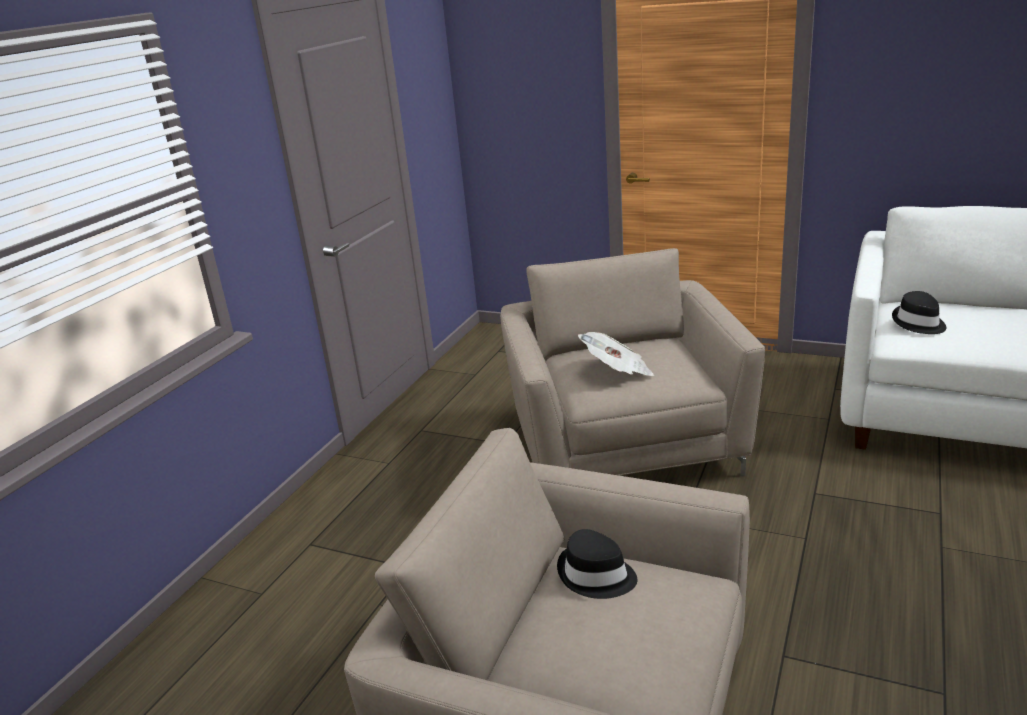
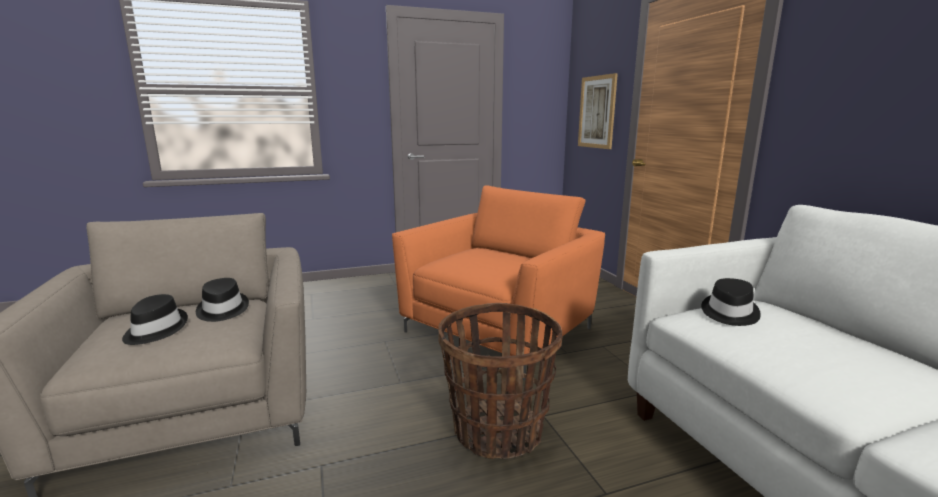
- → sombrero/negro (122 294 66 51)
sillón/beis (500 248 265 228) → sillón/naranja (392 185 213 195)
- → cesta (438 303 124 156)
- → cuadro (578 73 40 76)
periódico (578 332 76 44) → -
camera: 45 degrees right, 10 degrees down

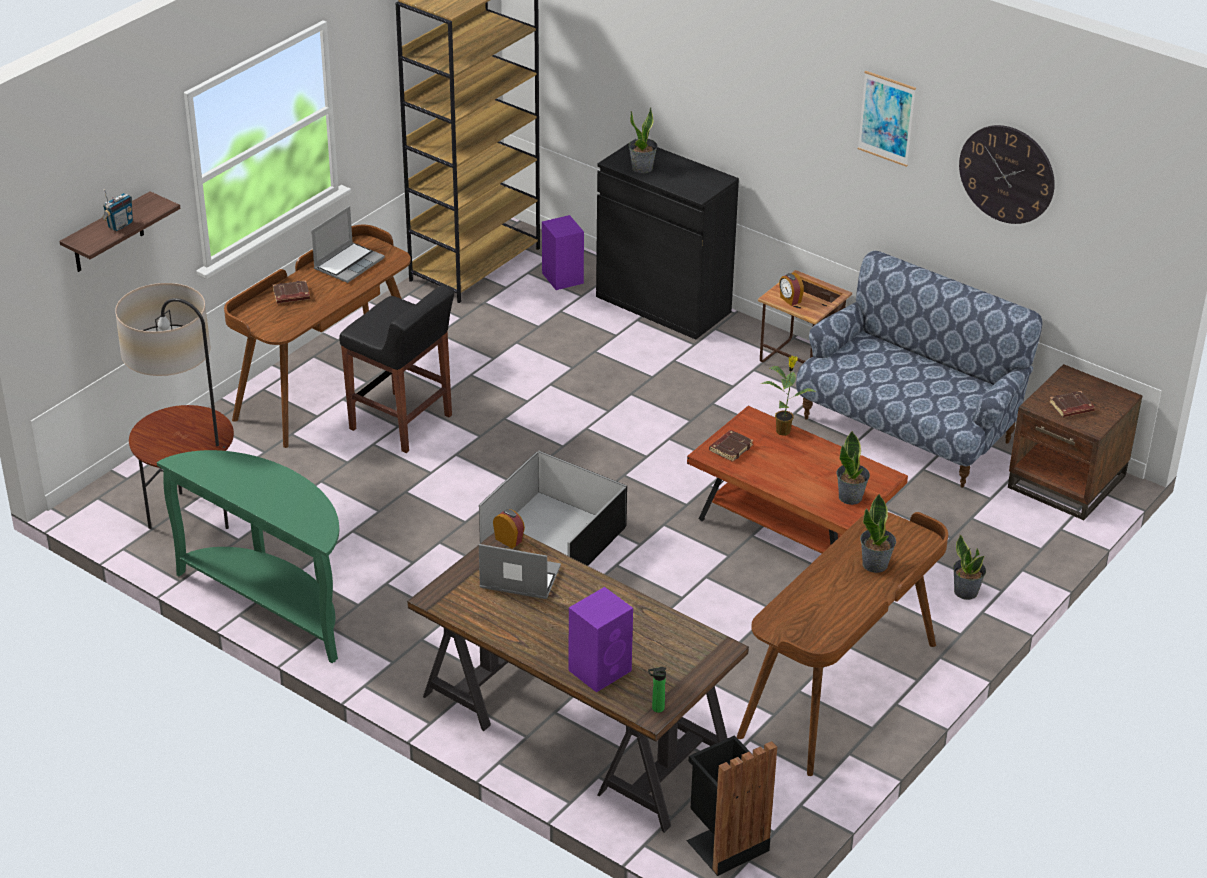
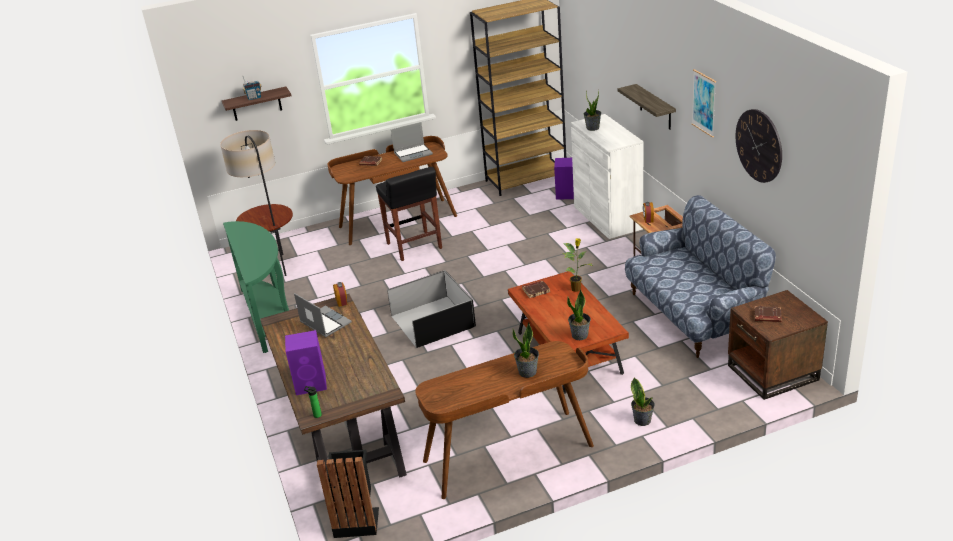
armario/negro (596 143 143 197) → armario/blanco (571 114 72 125)
- → estante (618 84 58 46)
camera: 35 degrees right, 5 degrees down

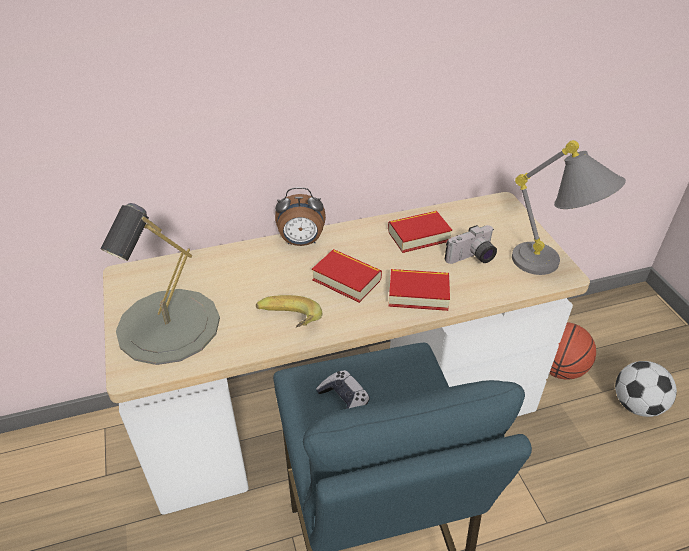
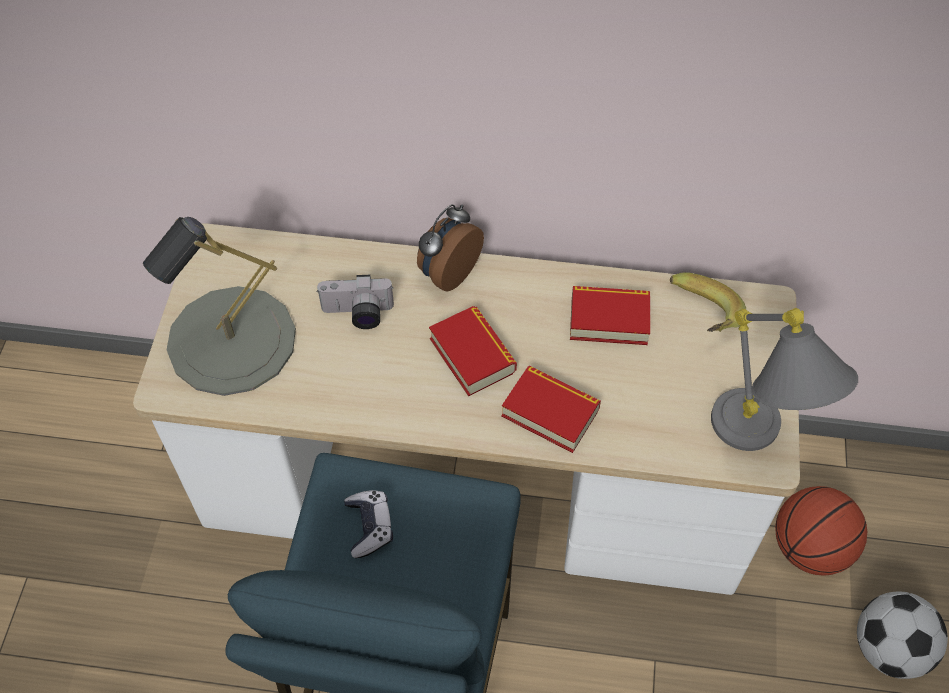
cámara (445 225 52 39) → cámara (316 275 78 54), moved
despertador (275 187 51 59) → despertador (417 204 67 88), 105 degrees clockwise
plátano (256 295 66 32) → plátano (670 272 76 60), moved
camera: 25 degrees right, 15 degrees up

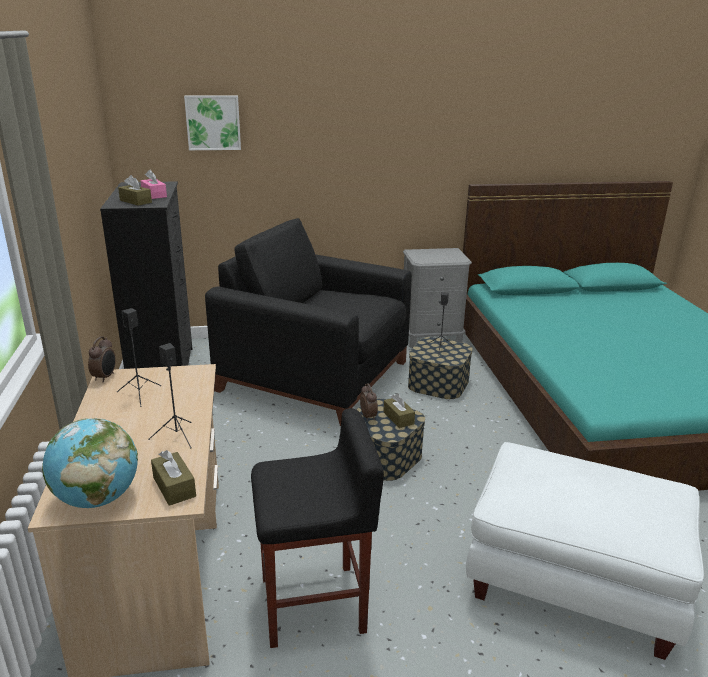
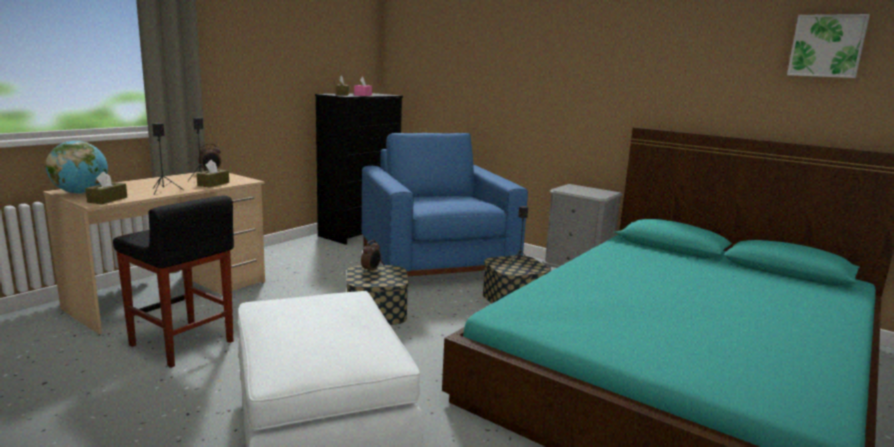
caja de pañuelos/marrón (383 394 32 34) → caja de pañuelos/marrón (196 160 33 28), moved
sillón/negro (205 218 207 208) → sillón/azul (362 133 166 143)
cuadro (184 95 57 55) → cuadro (787 14 83 64), moved
camera: 45 degrees right, 10 degrees down

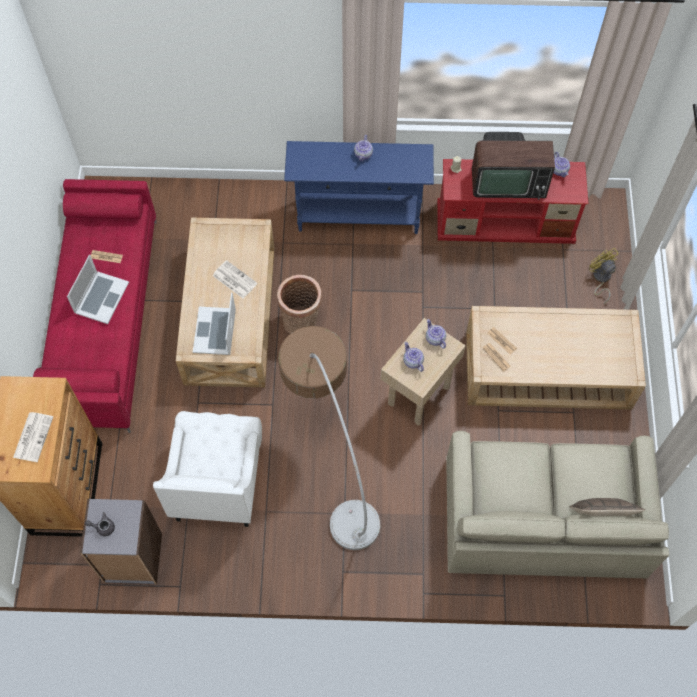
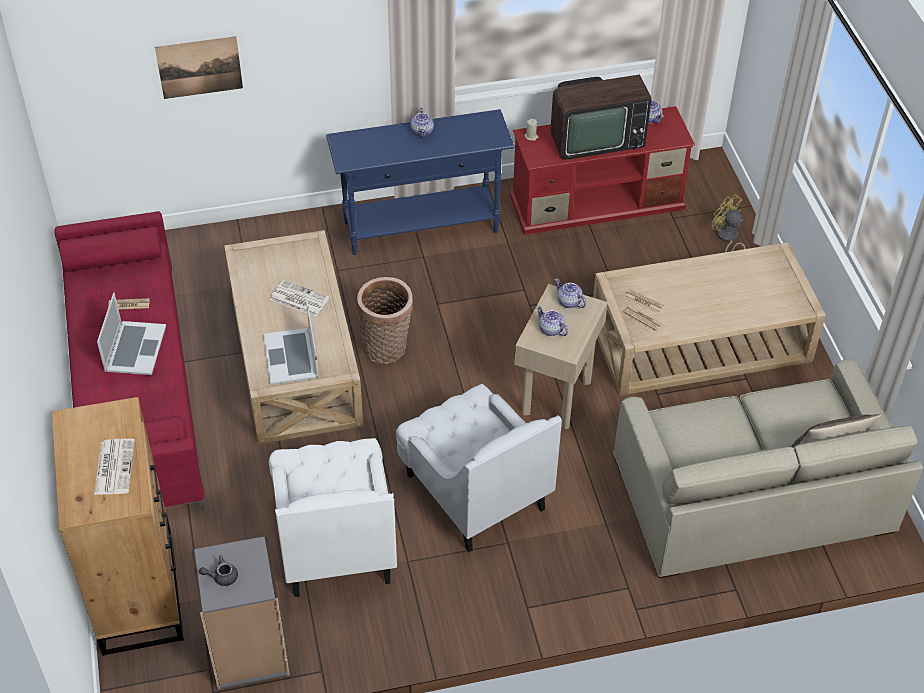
- → cuadro (155 36 88 63)
lámpara de pie (278 326 103 224) → sillón/blanco (396 384 166 168)
camera: 15 degrees left, 15 degrees down

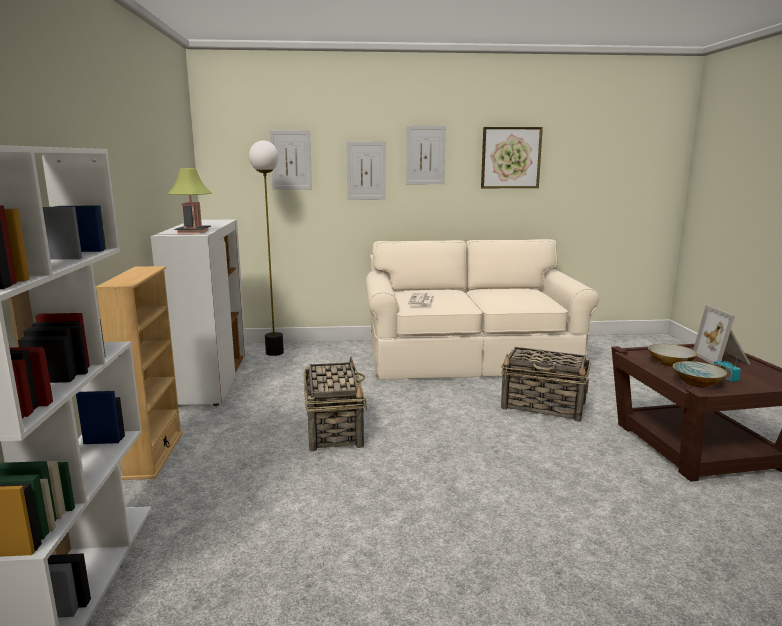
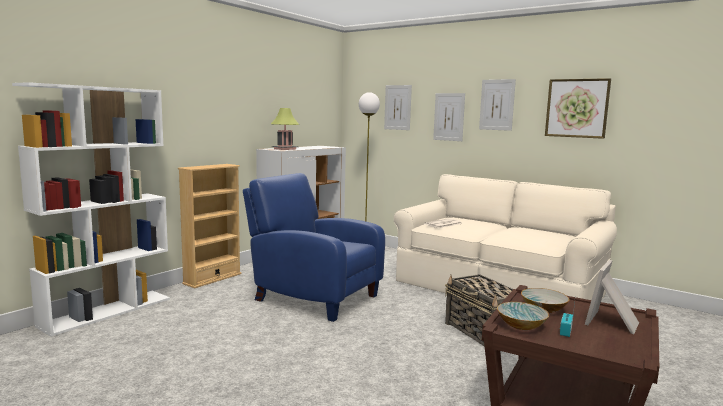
cesta (304 356 63 96) → sillón/azul (243 173 142 149)
camera: 40 degrees right, 5 degrees down

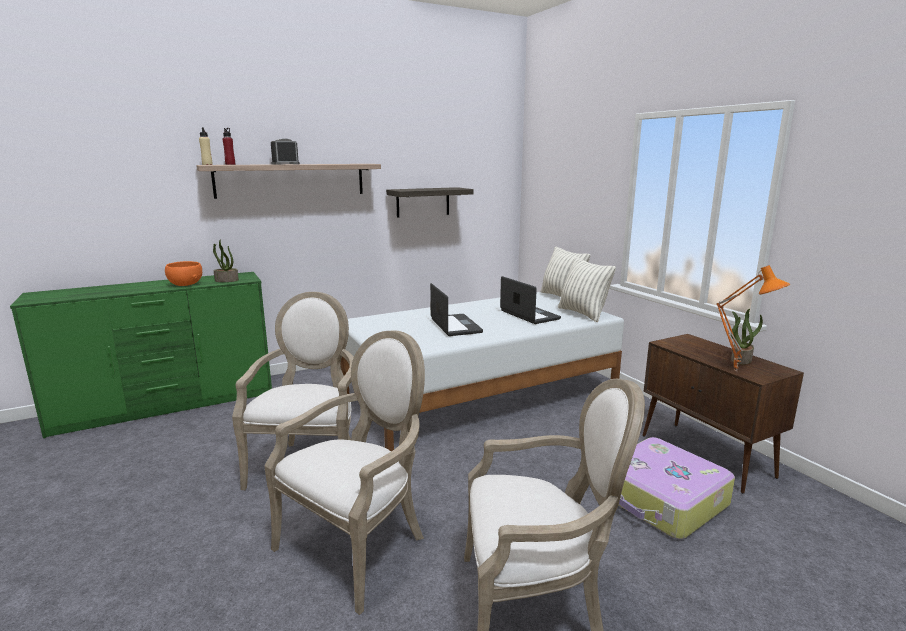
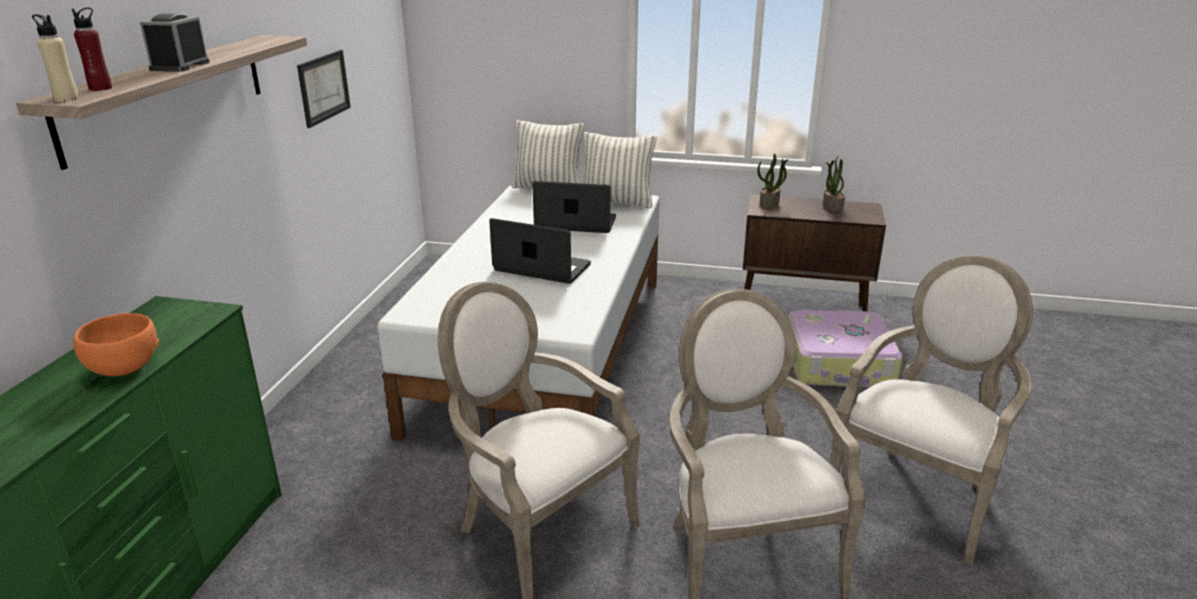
estante (386 187 88 31) → cuadro (297 50 54 78)
planta en maceta (213 239 26 43) → planta en maceta (757 153 32 55), moved
lámpara de mesa/naranja (716 265 74 107) → -
camera: 50 degrees left, 10 degrees up

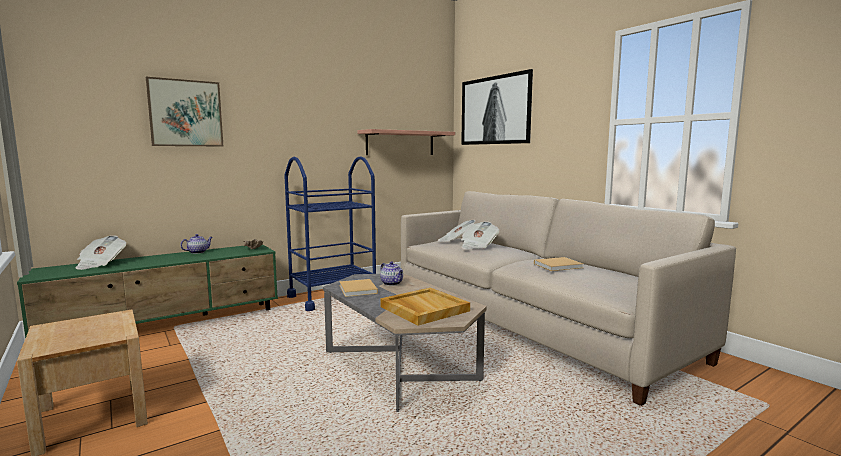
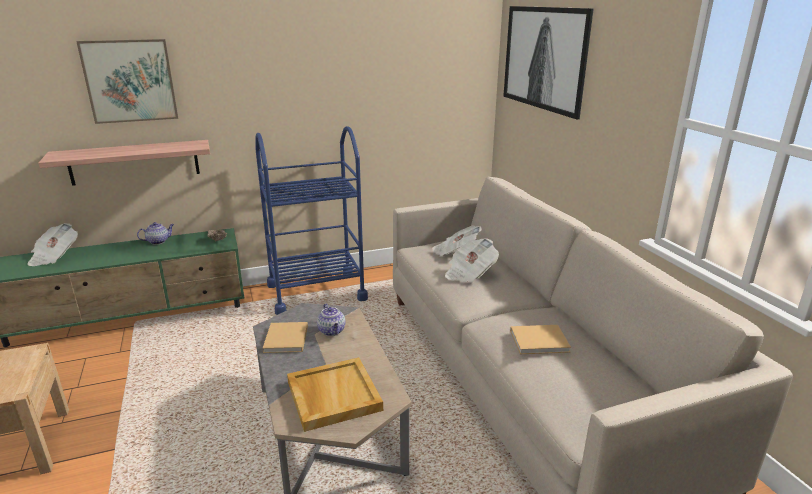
estante (357 129 98 26) → estante (38 140 172 46), moved
camera: 15 degrees right, 15 degrees up

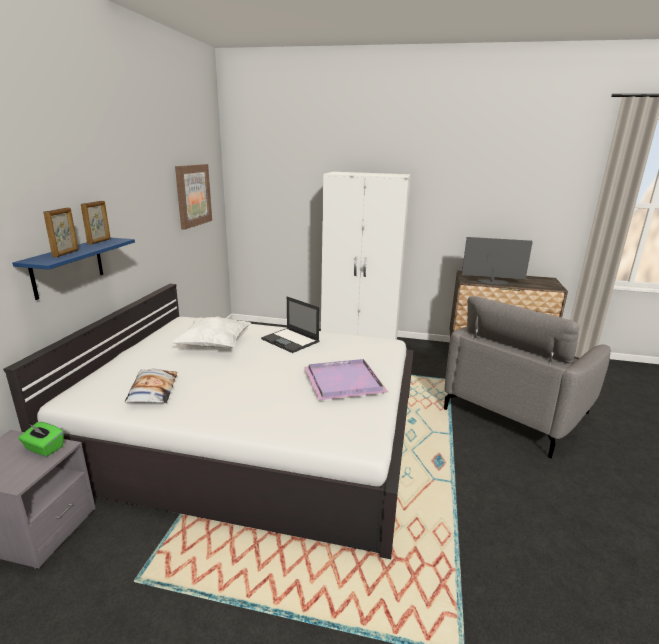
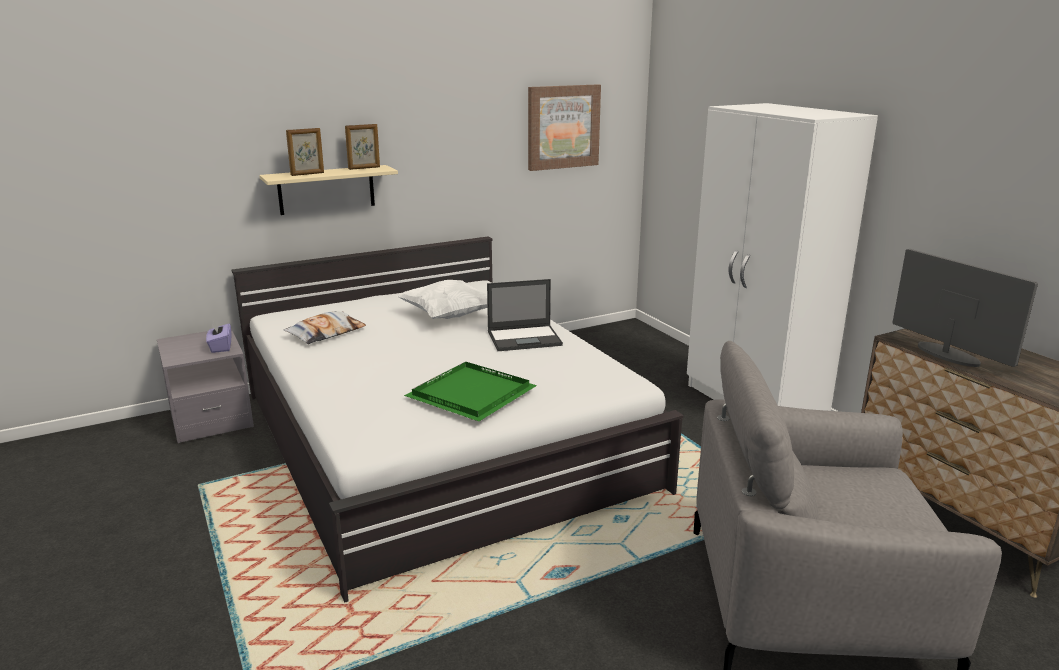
caja de pañuelos/verde (18 422 46 35) → caja de pañuelos/morado (206 320 25 33)
estante/azul (12 238 123 62) → estante/beis (259 165 139 50)
bandeja/morado (304 359 84 41) → bandeja/verde (404 361 133 60)
portátil (261 297 58 56) → portátil (487 279 76 72), 105 degrees counterclockwise
camera: 50 degrees right, 0 degrees up

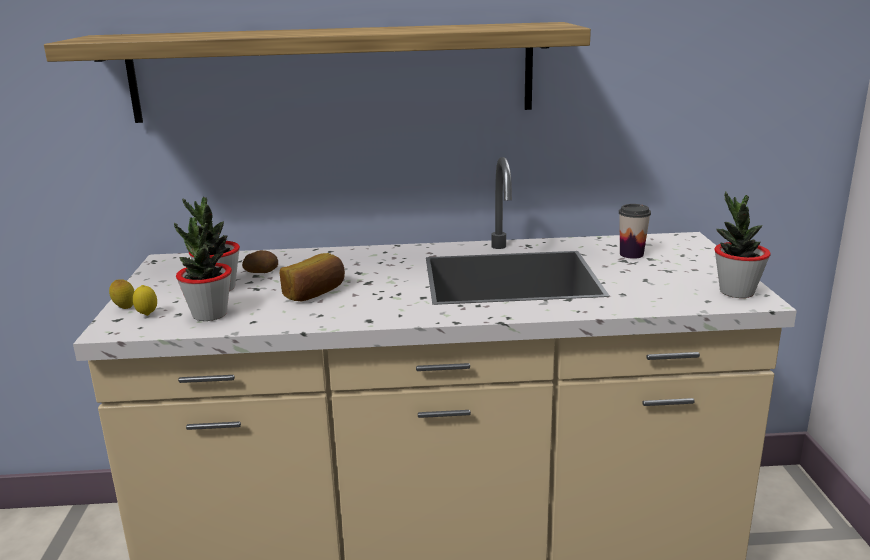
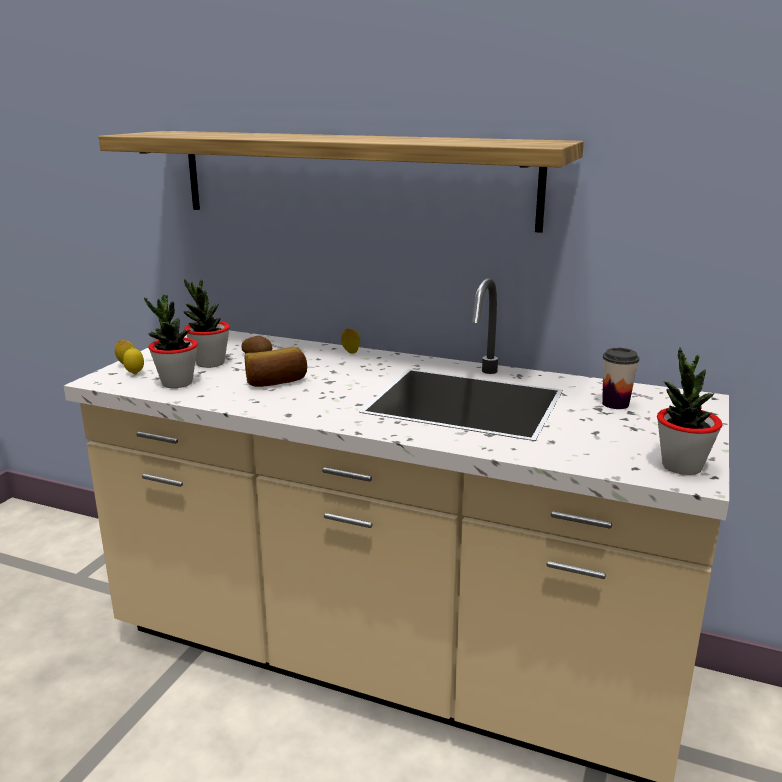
- → limón (341 328 19 26)
camera: 25 degrees right, 0 degrees up

